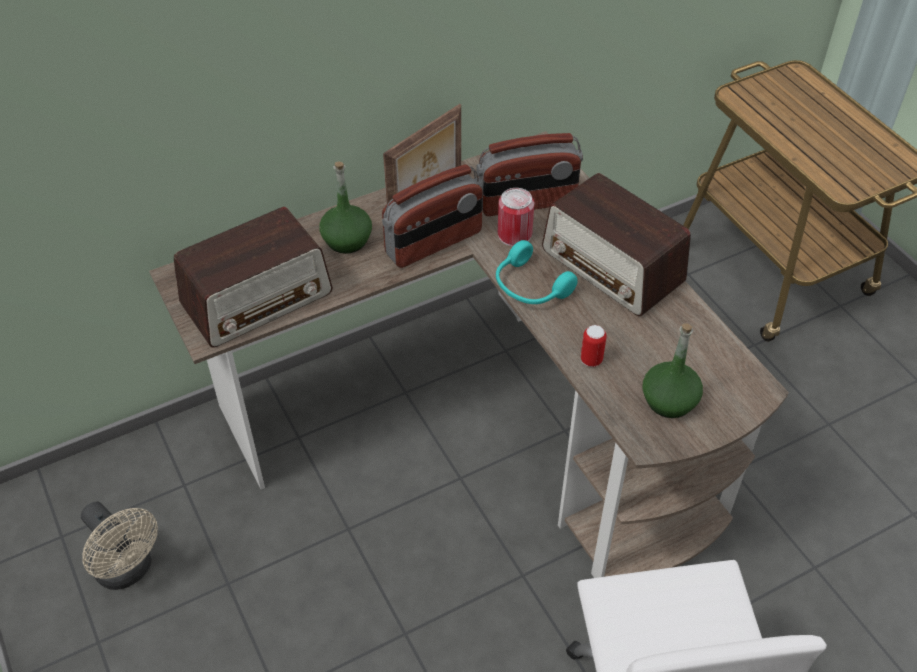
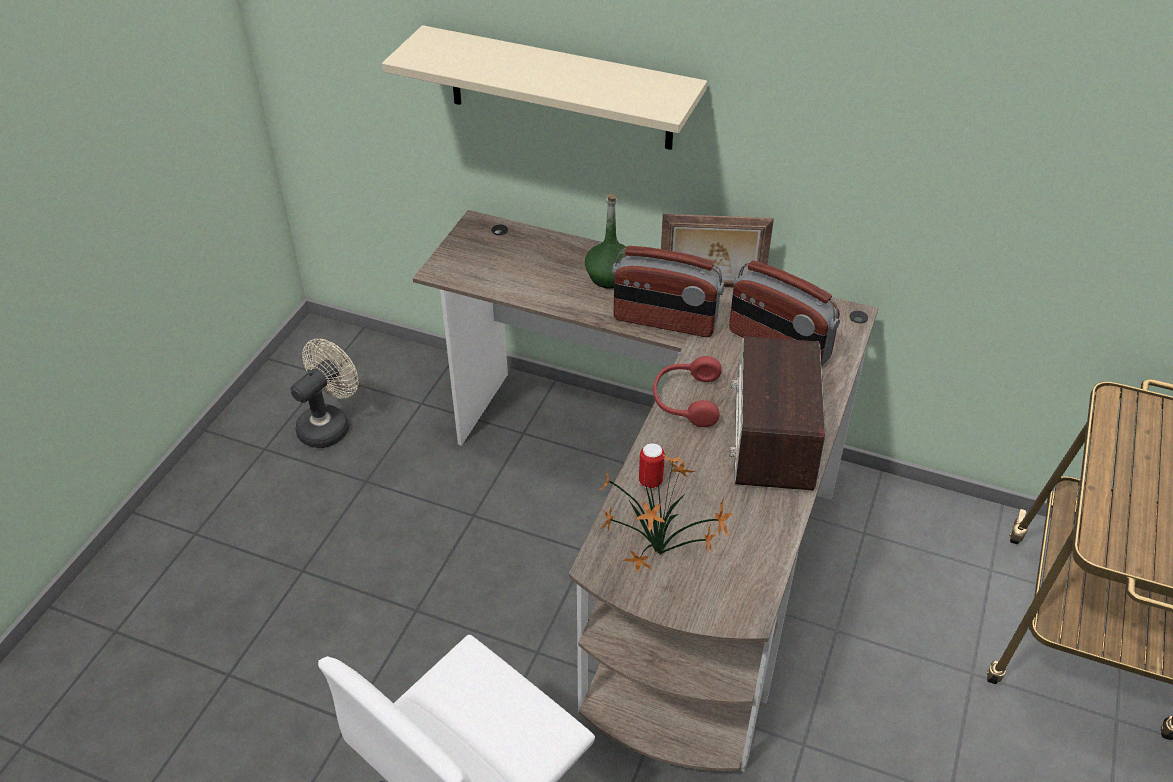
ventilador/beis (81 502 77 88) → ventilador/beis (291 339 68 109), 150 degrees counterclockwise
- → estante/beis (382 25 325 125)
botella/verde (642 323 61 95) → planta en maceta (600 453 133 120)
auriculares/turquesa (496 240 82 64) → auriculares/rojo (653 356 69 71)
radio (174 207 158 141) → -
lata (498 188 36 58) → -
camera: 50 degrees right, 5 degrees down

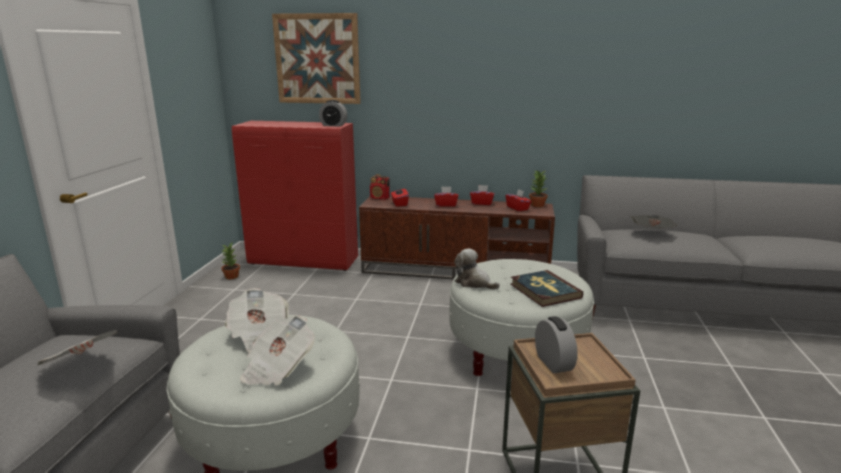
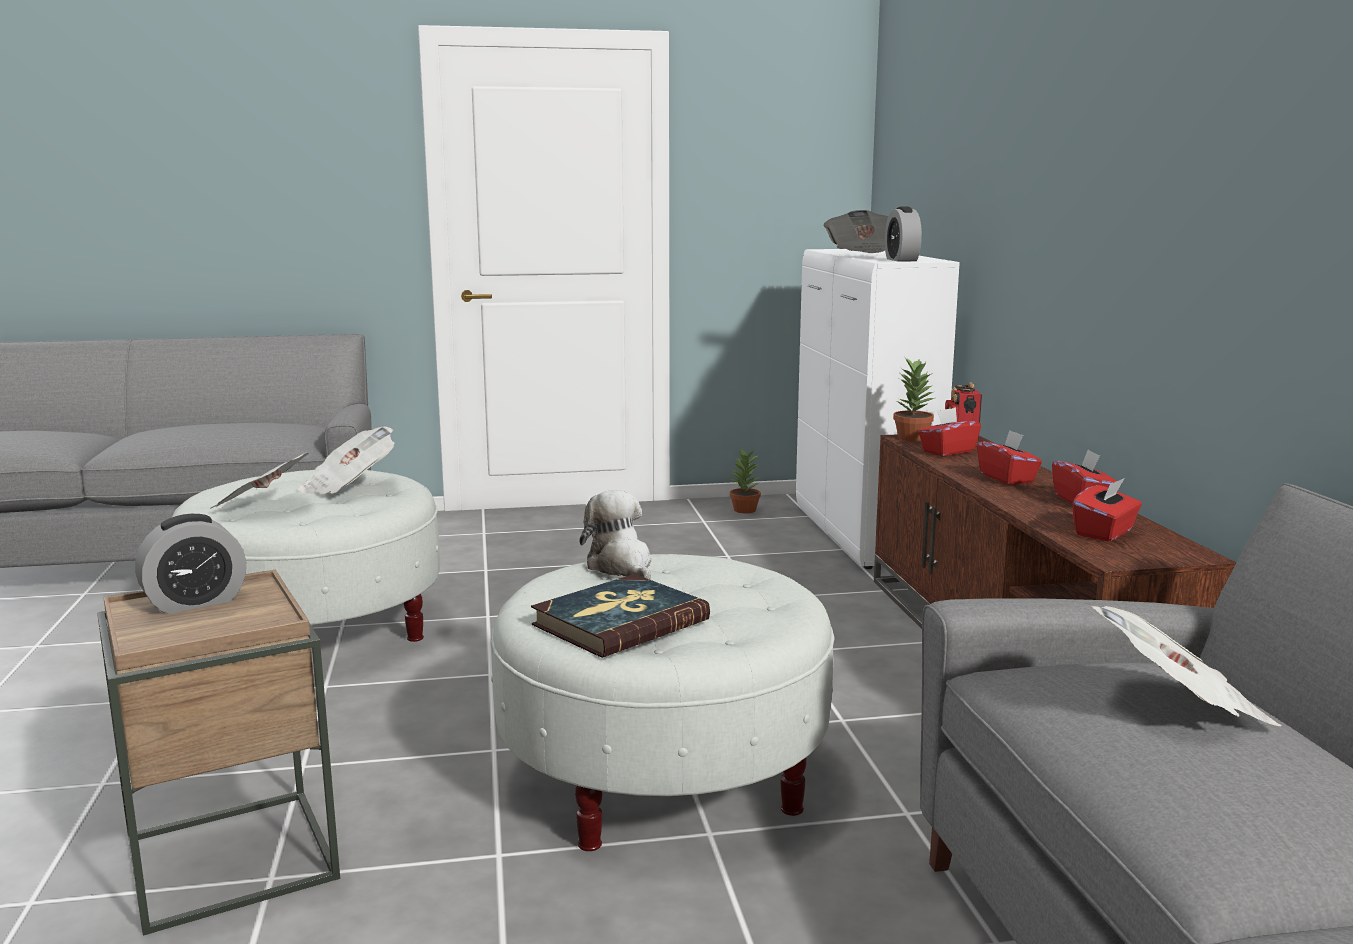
peluche (454 248 46 41) → peluche (580 490 72 90), 45 degrees counterclockwise
armario/rojo (232 121 126 150) → armario/blanco (796 249 164 320)
periódico (37 330 80 35) → periódico (823 210 65 43), moved
planta en maceta (529 170 19 37) → planta en maceta (893 358 42 83), moved
cuadro (272 13 89 91) → -
camera: 70 degrees right, 5 degrees down

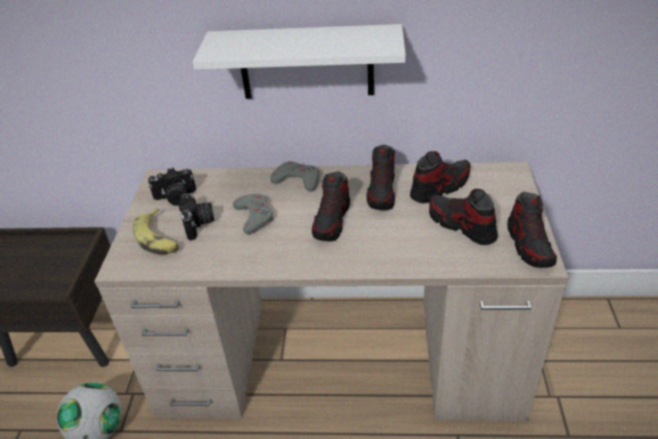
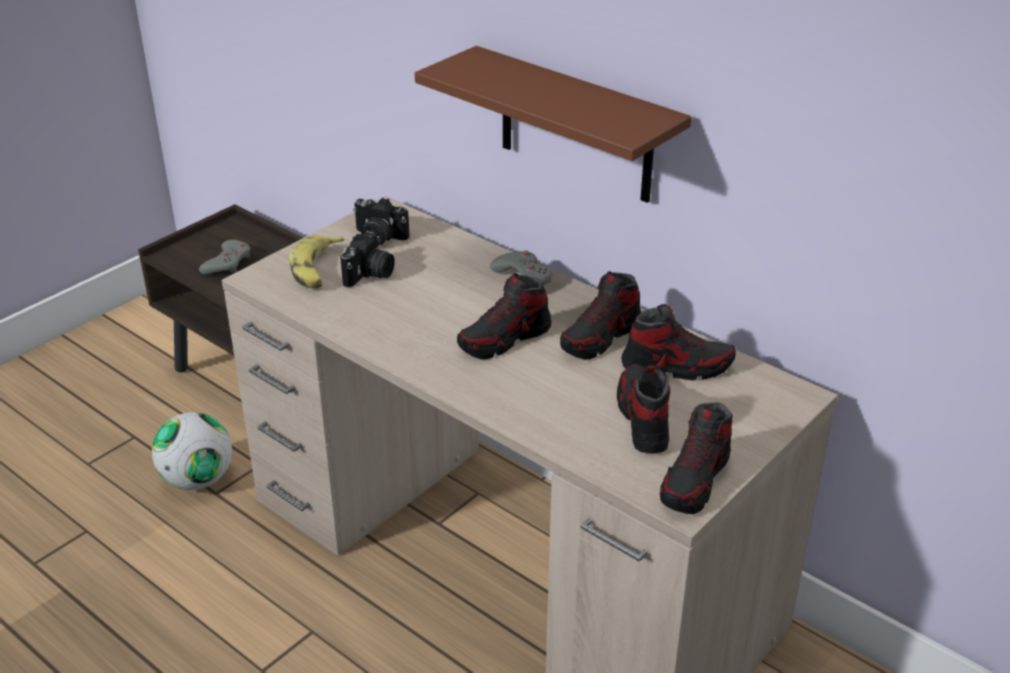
mando de consola/gris (233 194 40 40) → mando de consola/gris (199 239 51 35), moved
estante/blanco (193 24 213 75) → estante/marrón (415 46 276 157)
camera: 35 degrees right, 5 degrees down

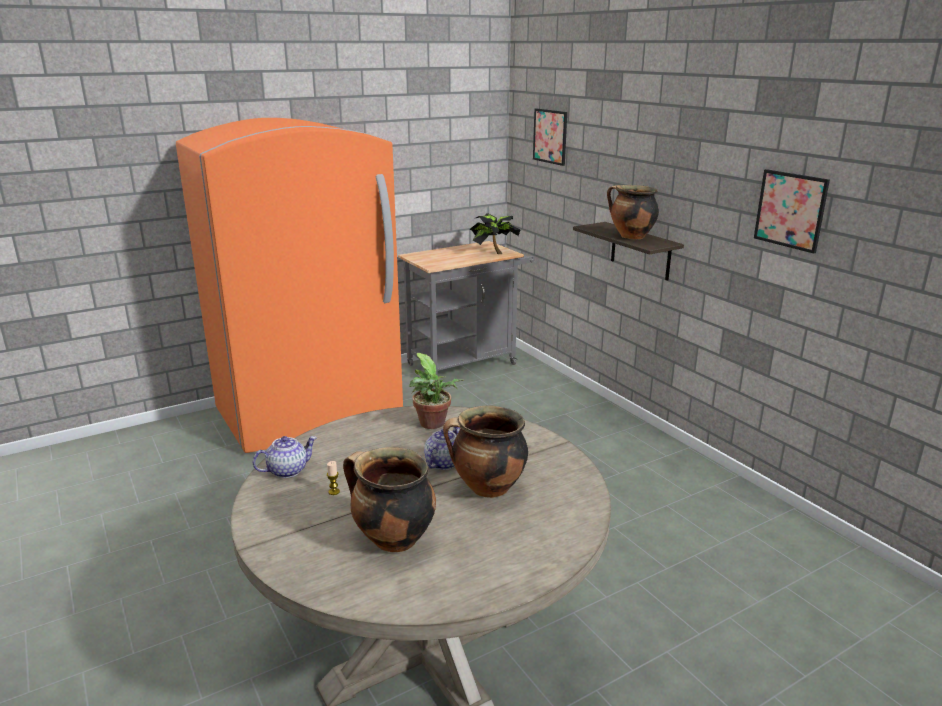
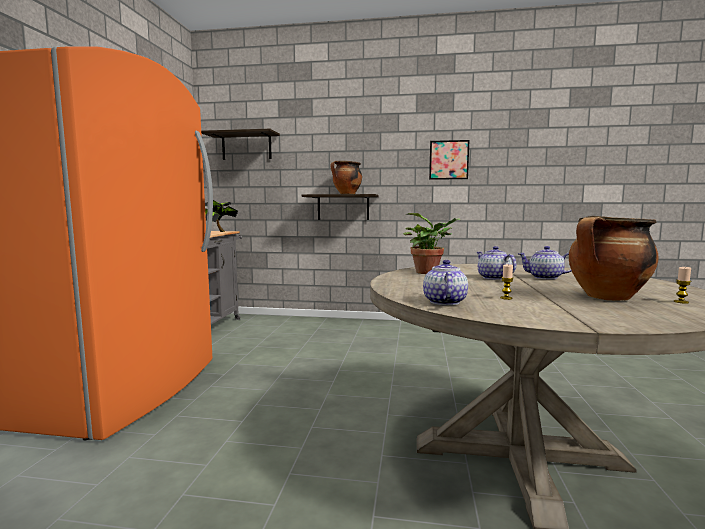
cuadro (533 108 34 58) → estante (201 129 79 31)
olla (443 405 85 93) → tetera (518 246 54 33)
- → vela (674 267 17 37)
camera: 50 degrees left, 15 degrees down

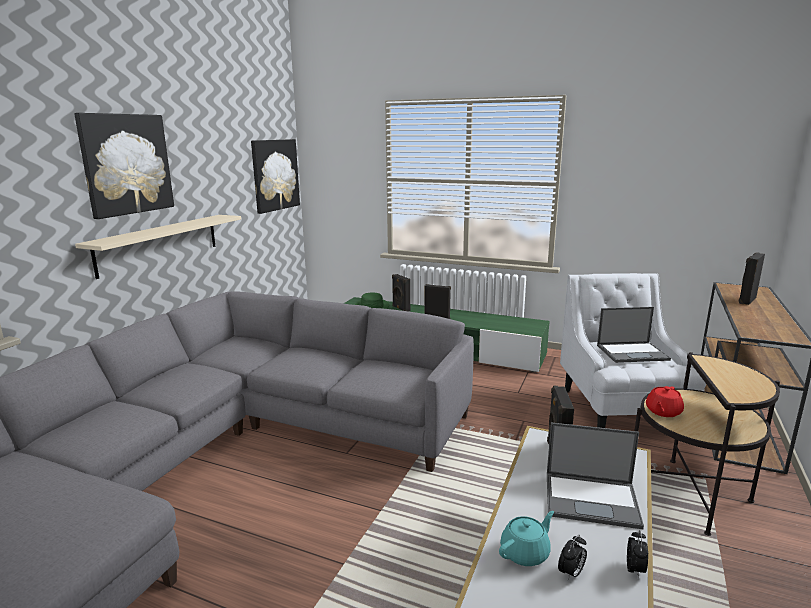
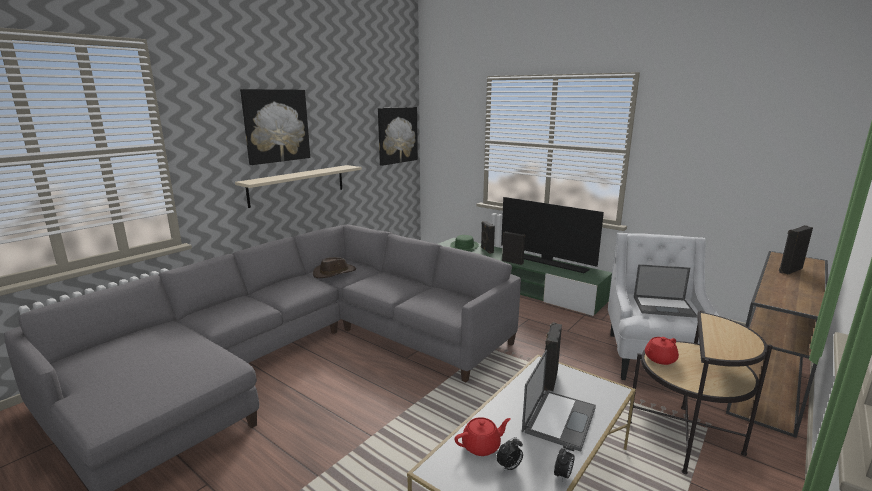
- → sombrero/marrón (313 257 43 21)
tetera/turquesa (499 511 55 55) → tetera/rojo (455 417 56 39)
- → televisor (501 197 103 76)
portátil (547 423 97 106) → portátil (522 350 74 102), 90 degrees counterclockwise
camera: 15 degrees right, 0 degrees up

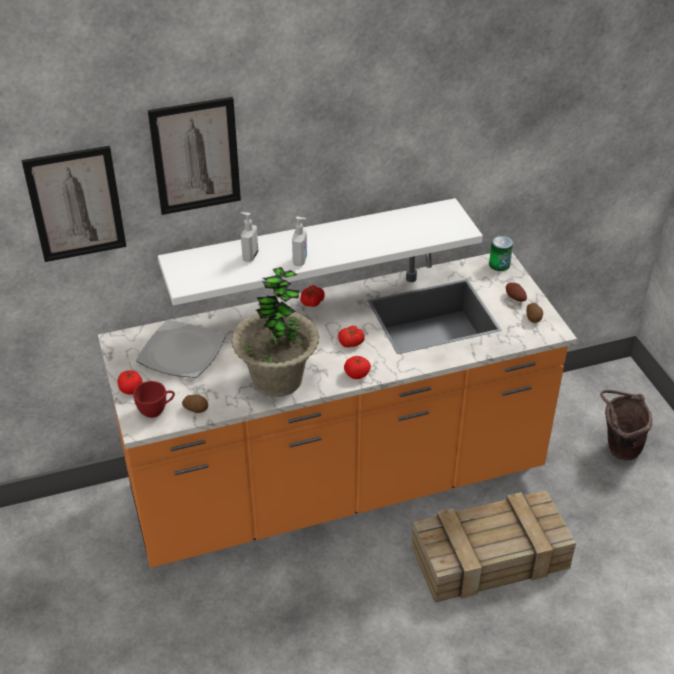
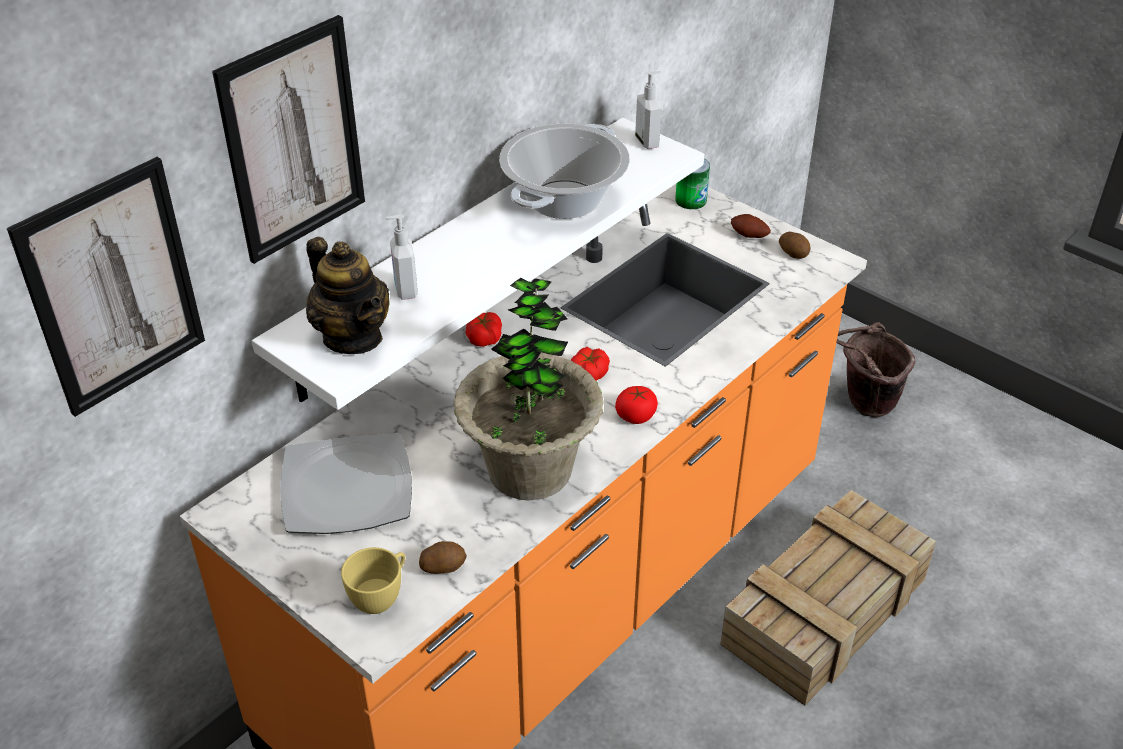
- → tetera (306 237 84 117)
taza/rojo (133 381 42 37) → taza/amarillo (341 547 64 67)
- → olla (499 124 131 95)
dispensador de jabón (292 217 15 49) → dispensador de jabón (635 71 27 78), moved
tomate (118 370 25 25) → -
camera: 30 degrees left, 0 degrees up

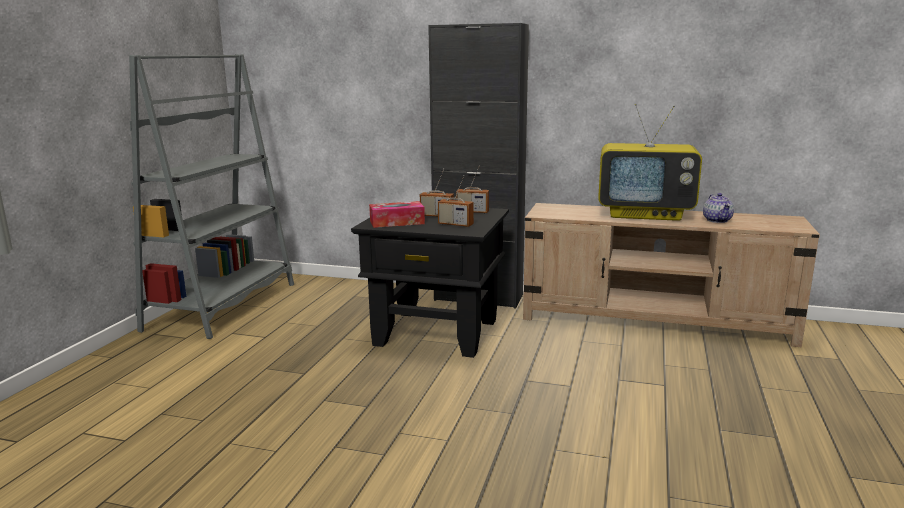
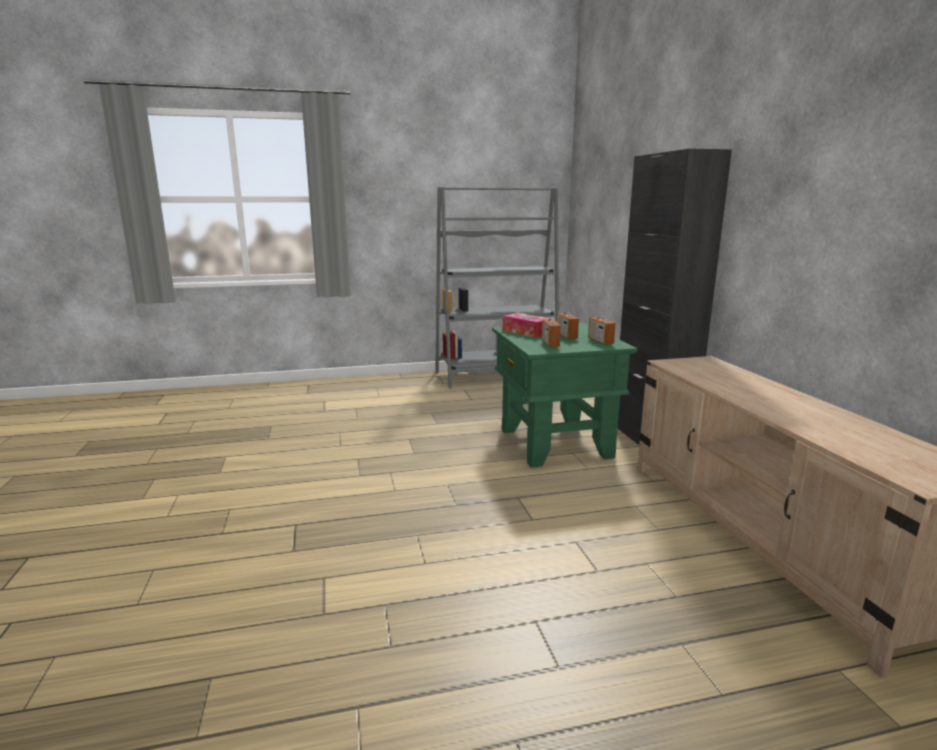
mesa auxiliar/negro (351 208 158 150) → mesa auxiliar/verde (492 323 146 145)
televisor (598 104 104 117) → -
tetera (703 193 31 30) → -
camera: 60 degrees right, 0 degrees up

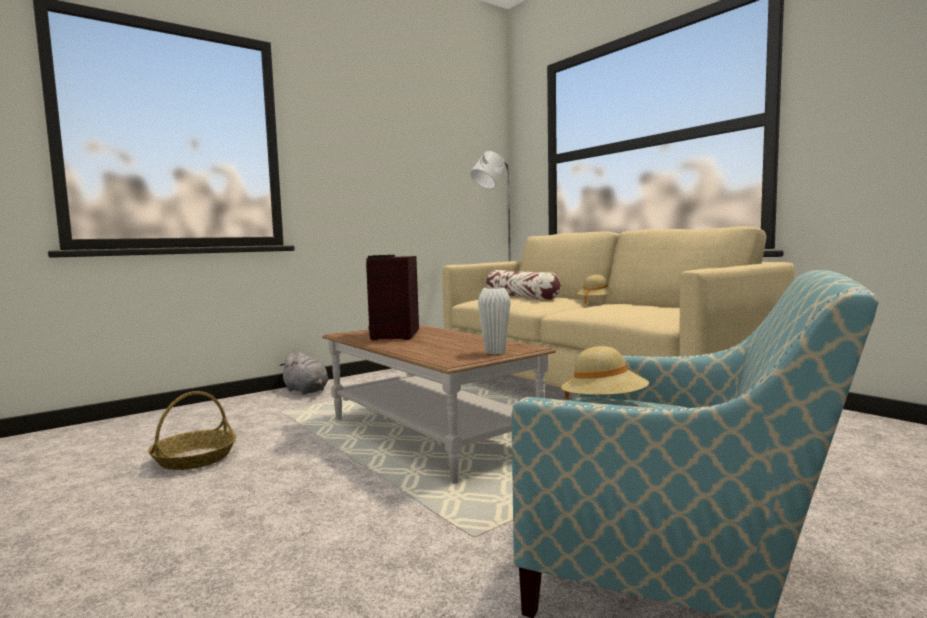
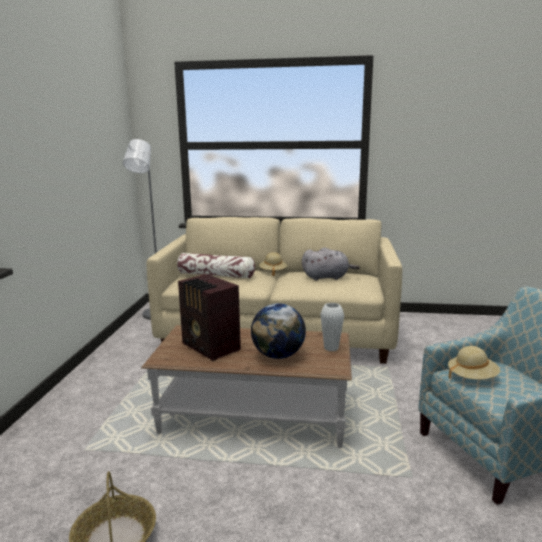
- → globo terráqueo (251 303 55 56)
peluche/gris (279 353 50 42) → peluche/gris (302 247 58 34), moved
camera: 45 degrees left, 10 degrees up

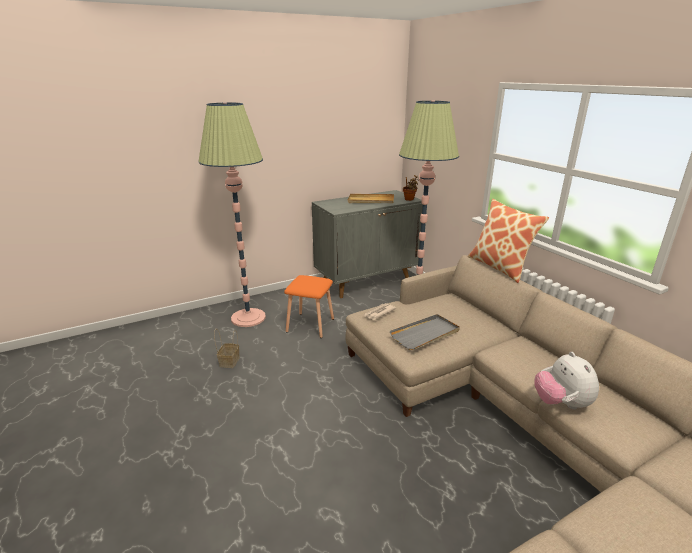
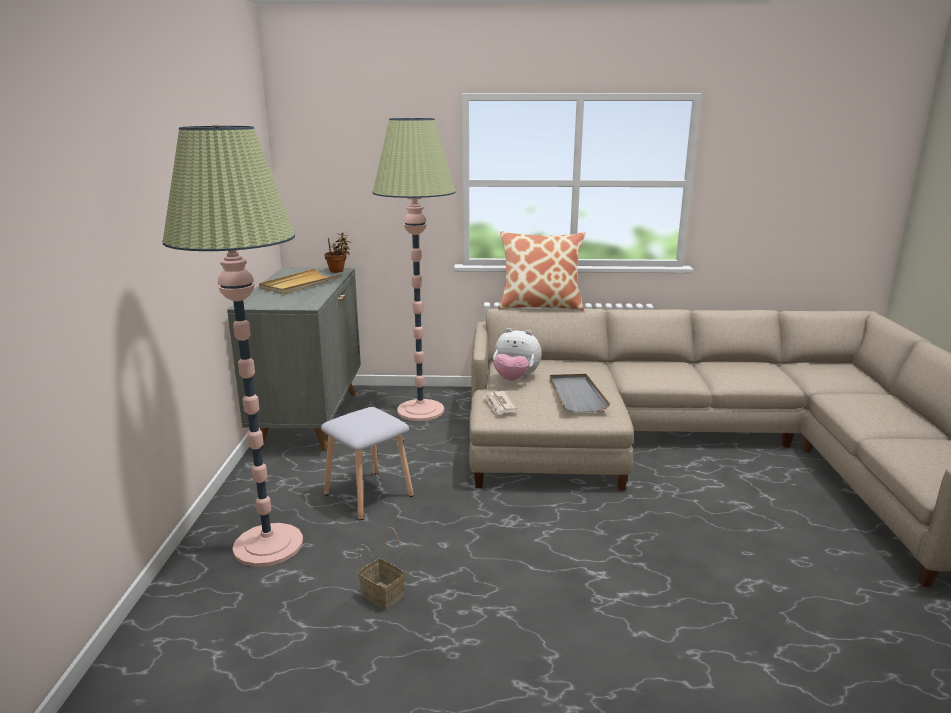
taburete/naranja (284 275 50 63) → taburete/gris (321 407 93 114)
peluche (534 352 65 57) → peluche (493 328 49 53), moved
camera: 60 degrees left, 5 degrees down

